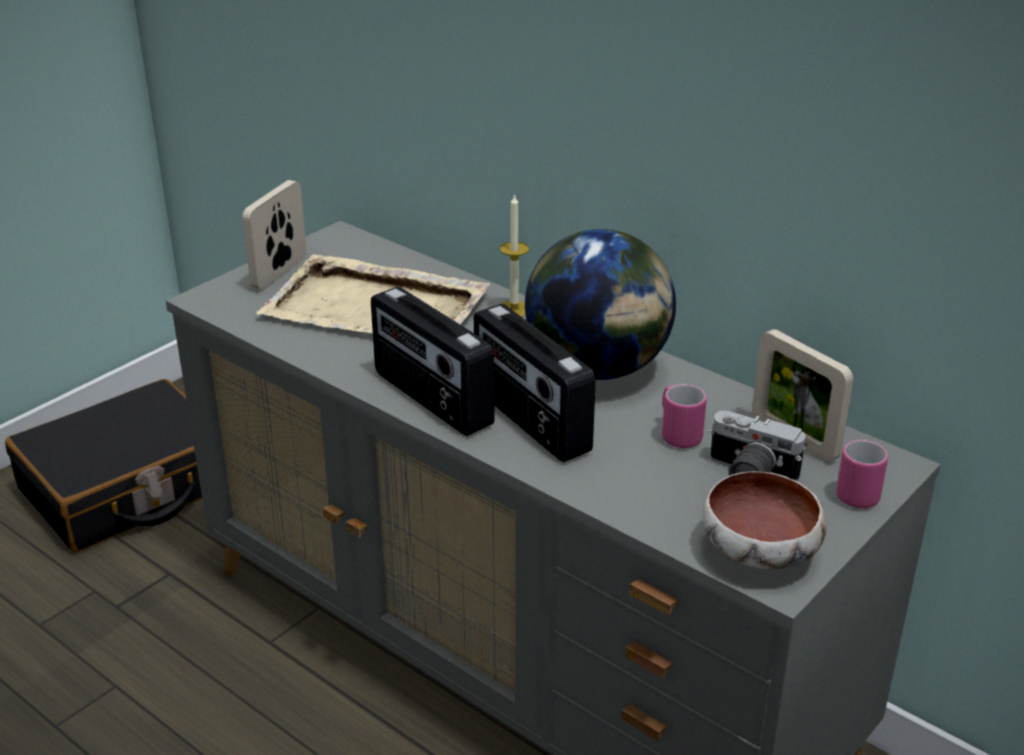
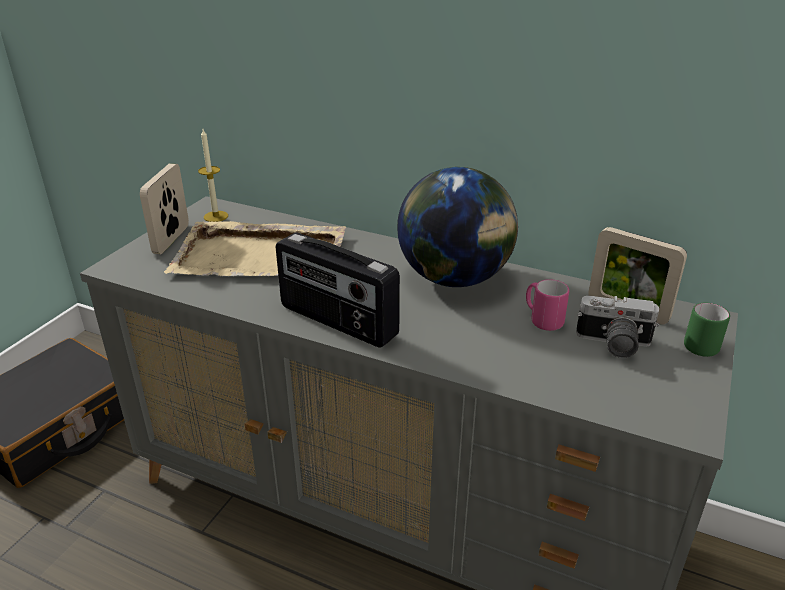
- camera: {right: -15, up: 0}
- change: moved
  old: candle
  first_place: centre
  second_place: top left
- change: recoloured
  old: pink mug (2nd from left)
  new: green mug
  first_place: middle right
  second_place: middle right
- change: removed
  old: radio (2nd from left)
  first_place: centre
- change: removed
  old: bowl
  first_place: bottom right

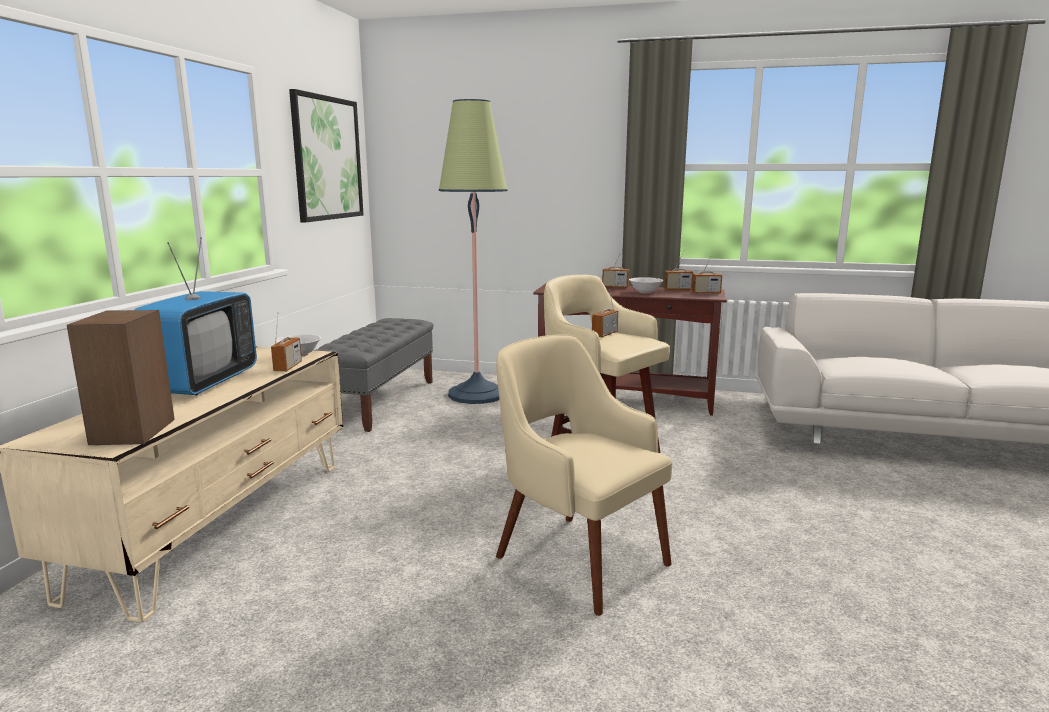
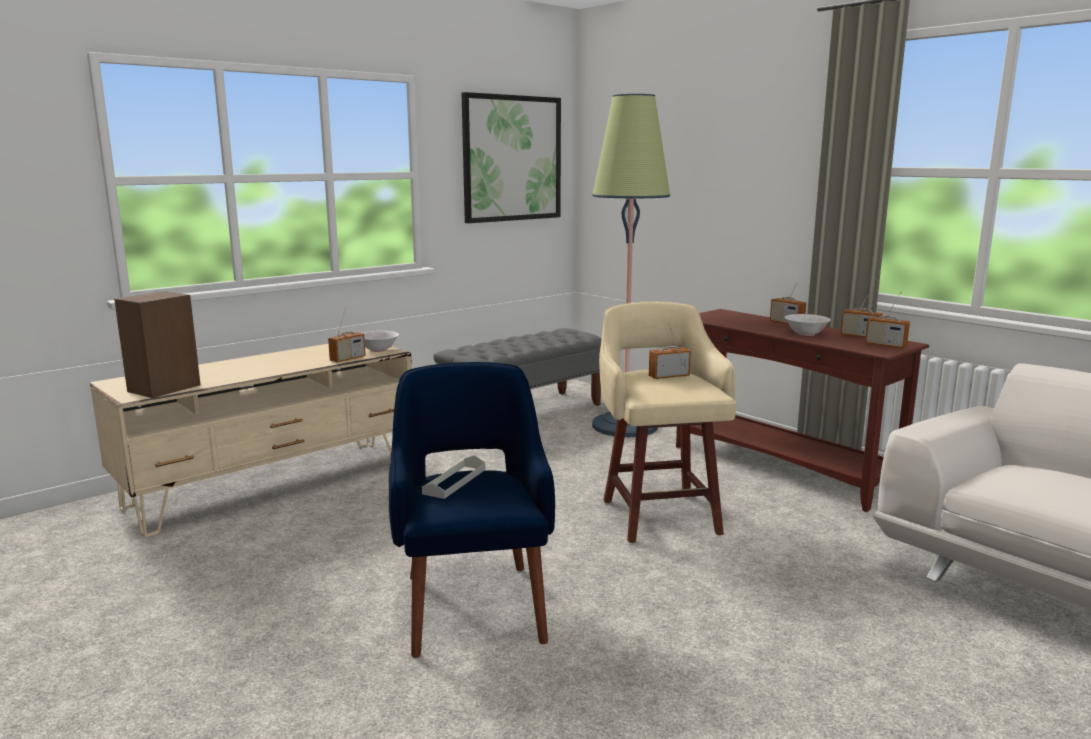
- camera: {right: 35, up: 0}
- change: recoloured
  old: beige armchair
  new: blue armchair
  first_place: bottom centre
  second_place: bottom centre
- change: added
  new: grey tray
  second_place: centre
- change: removed
  old: television
  first_place: middle left

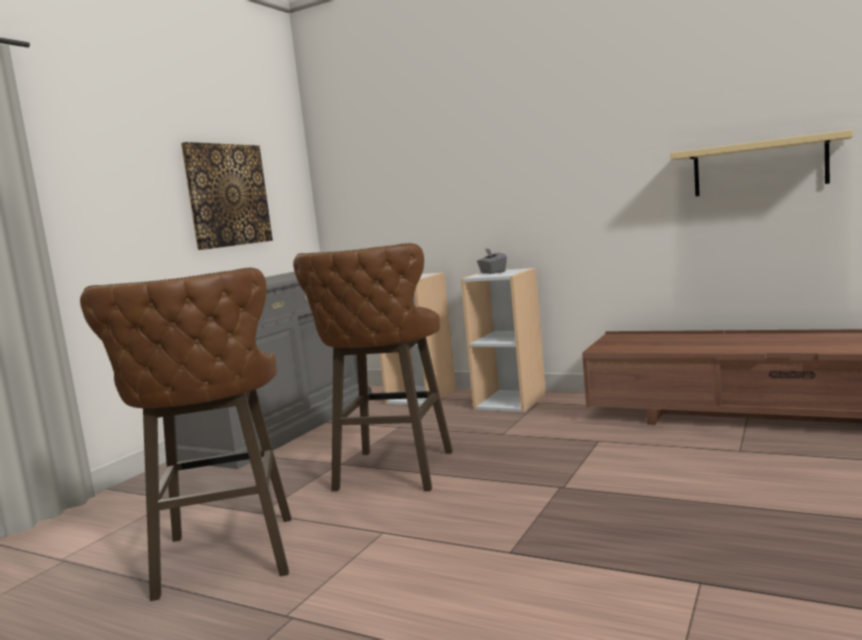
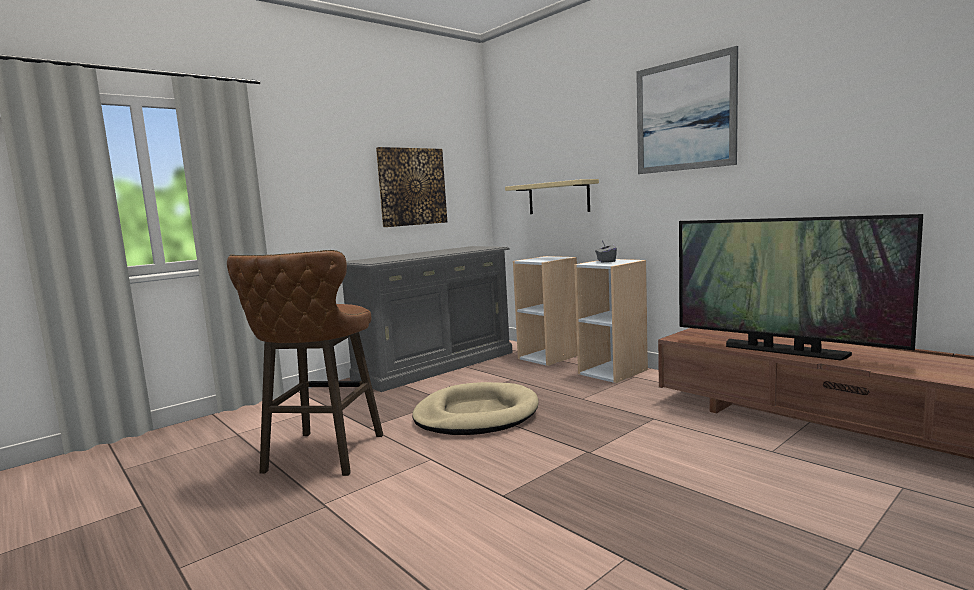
- camera: {right: 20, up: 0}
- change: replaced
  old: brown stool (2nd from left)
  new: beige dog bed
  first_place: centre
  second_place: bottom centre
- change: moved
  old: beige shelf
  first_place: top right
  second_place: top centre
- change: added
  new: picture (2nd from left)
  second_place: top right
- change: added
  new: television
  second_place: middle right

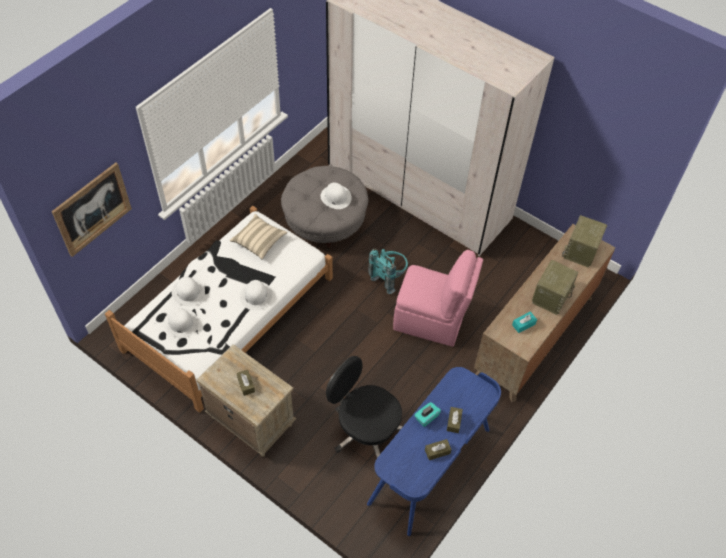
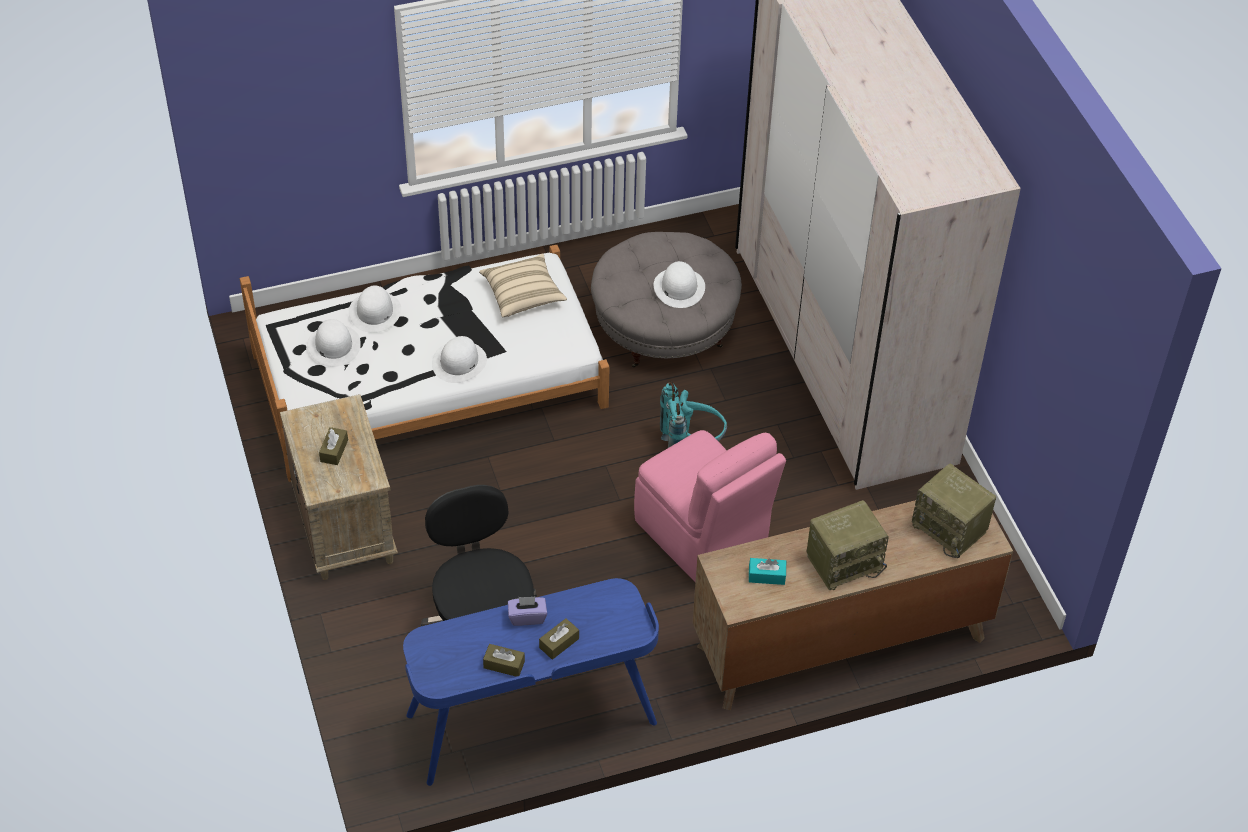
- camera: {right: 35, up: -5}
- change: recoloured
  old: turquoise tissue box (1st from left)
  new: purple tissue box
  first_place: bottom centre
  second_place: bottom centre
- change: turned
  old: radio (2nd from left)
  first_place: middle right
  second_place: middle right
  degrees: -105
- change: removed
  old: picture
  first_place: middle left

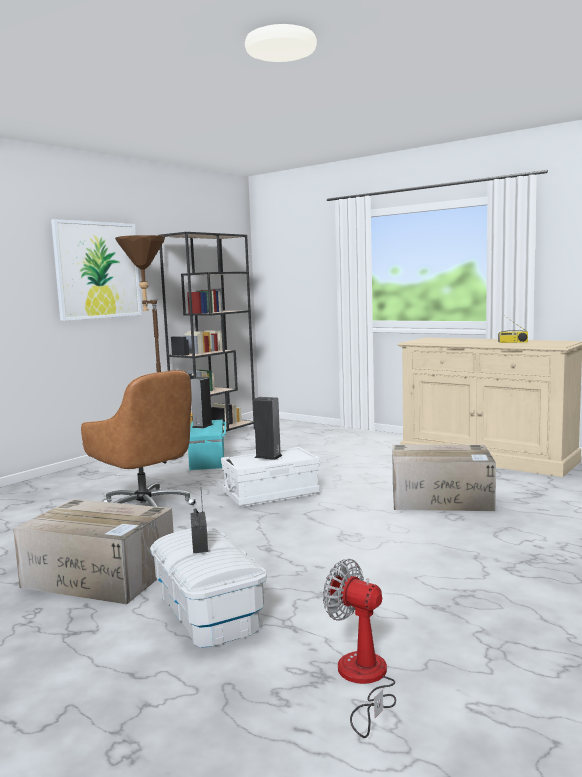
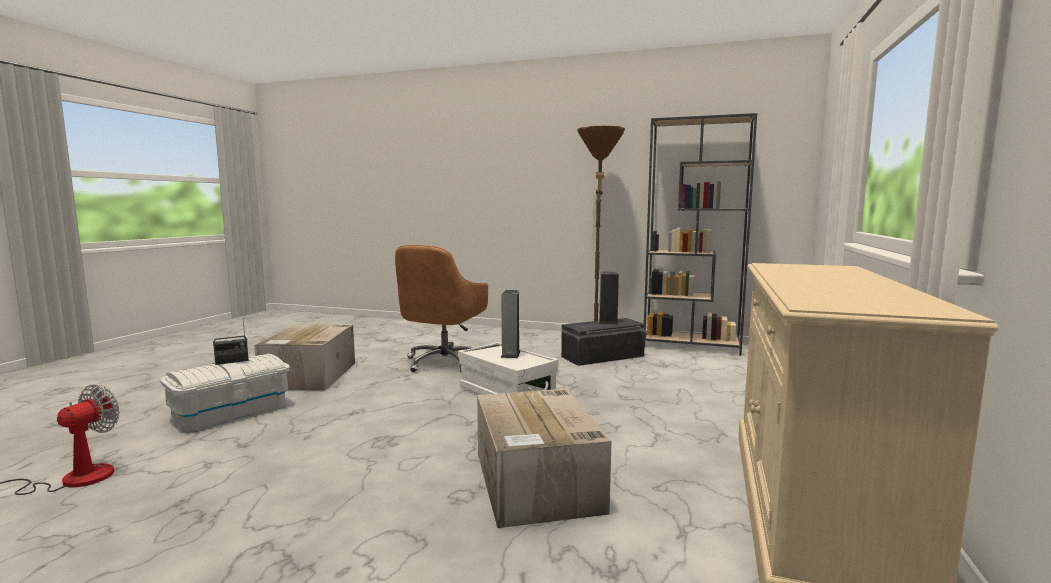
- camera: {right: 70, up: 0}
- change: recoloured
  old: turquoise storage box
  new: black storage box
  first_place: centre
  second_place: centre
- change: removed
  old: picture
  first_place: middle left
- change: removed
  old: radio (2nd from left)
  first_place: middle right

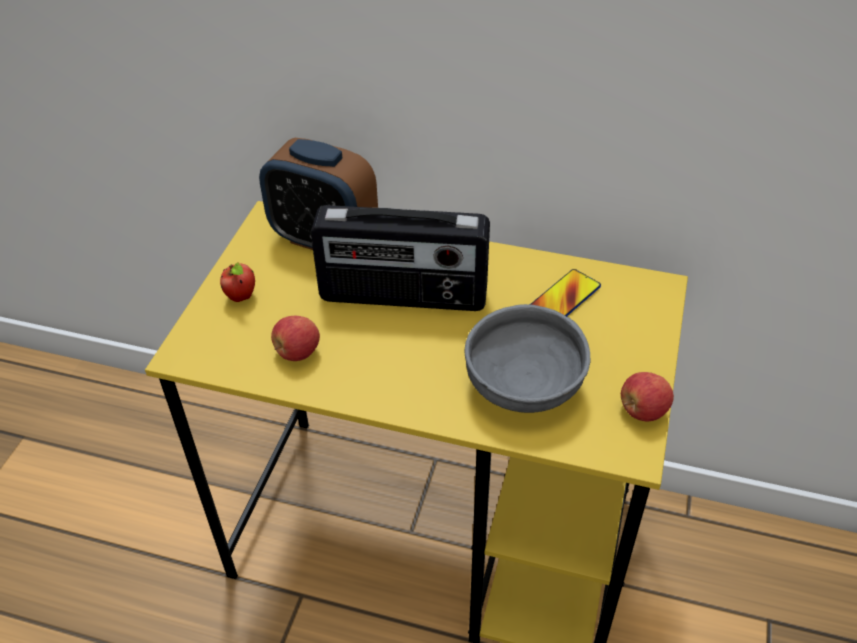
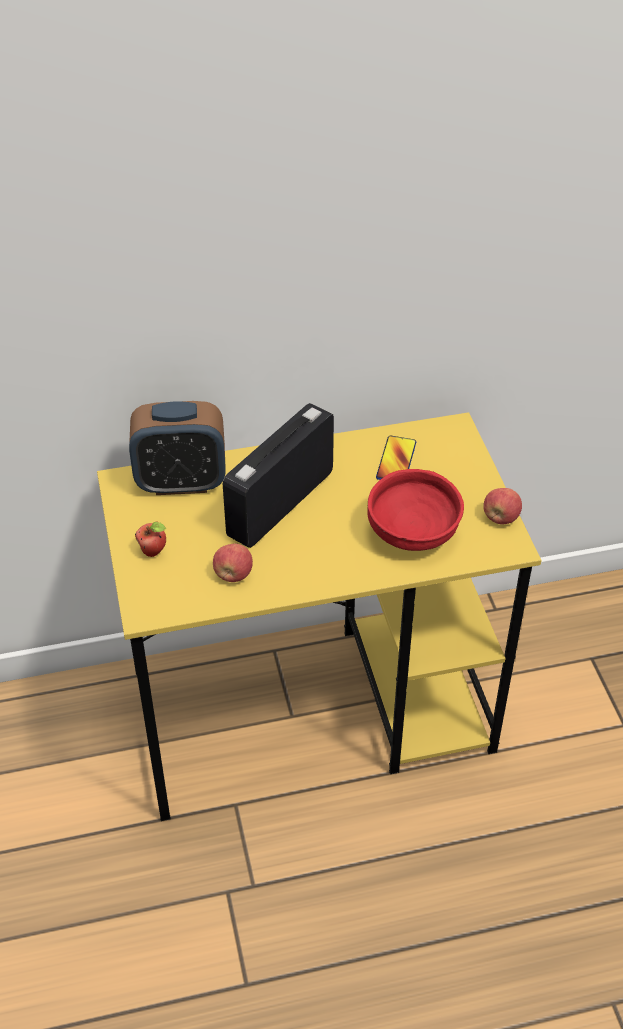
- camera: {right: -30, up: 0}
- change: turned
  old: radio
  first_place: centre
  second_place: centre
  degrees: 150
- change: recoloured
  old: grey bowl
  new: red bowl
  first_place: centre
  second_place: centre

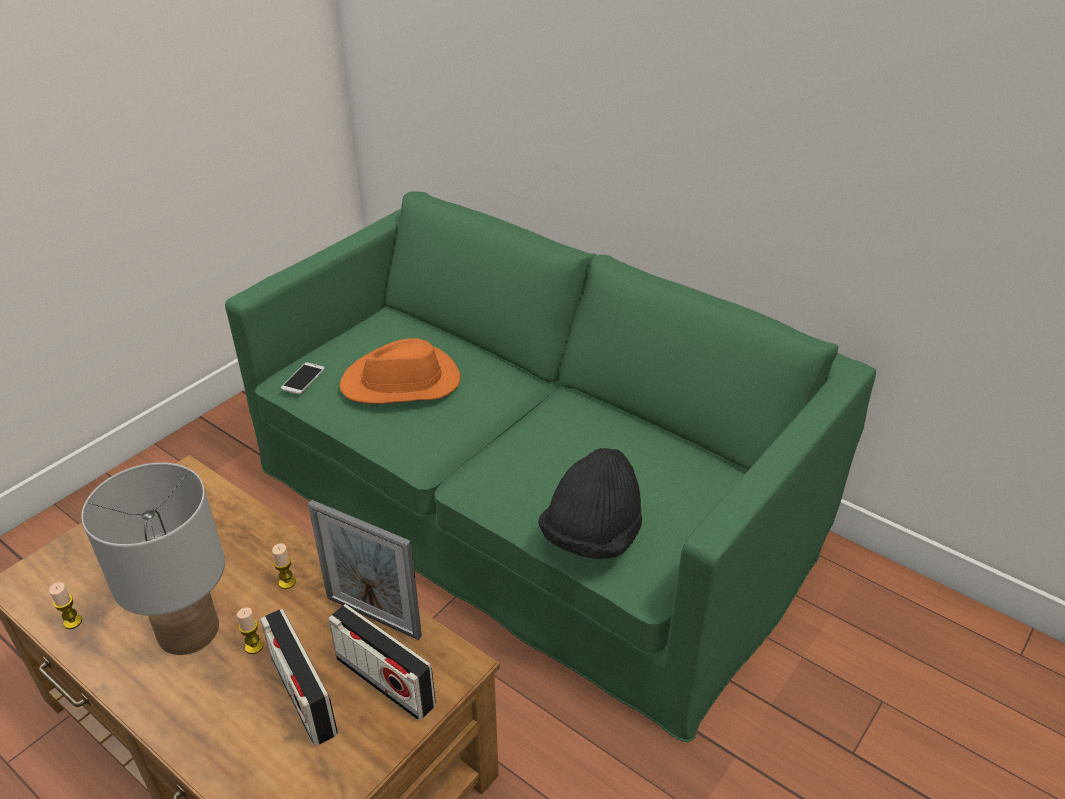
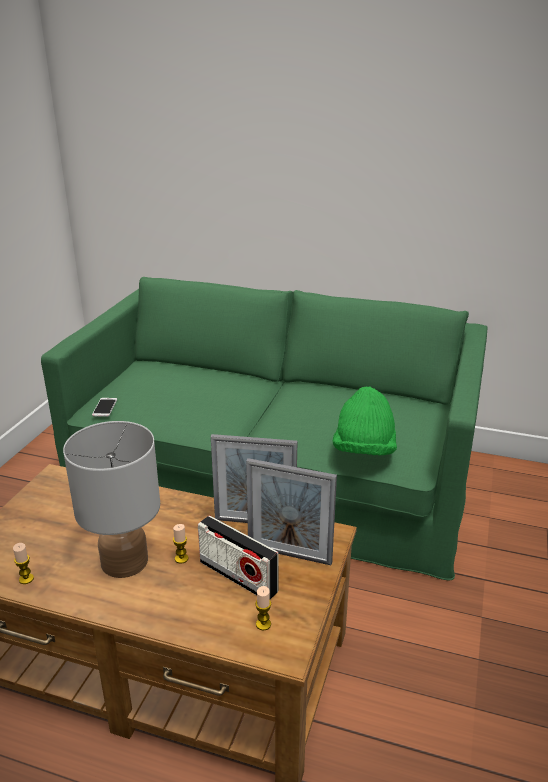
- camera: {right: -20, up: -10}
- change: replaced
  old: radio (2nd from left)
  new: picture frame (2nd from left)
  first_place: bottom centre
  second_place: centre
- change: moved
  old: candle (3rd from left)
  first_place: bottom left
  second_place: bottom centre
- change: recoloured
  old: black hat
  new: green hat
  first_place: centre
  second_place: centre
- change: removed
  old: orange hat
  first_place: centre

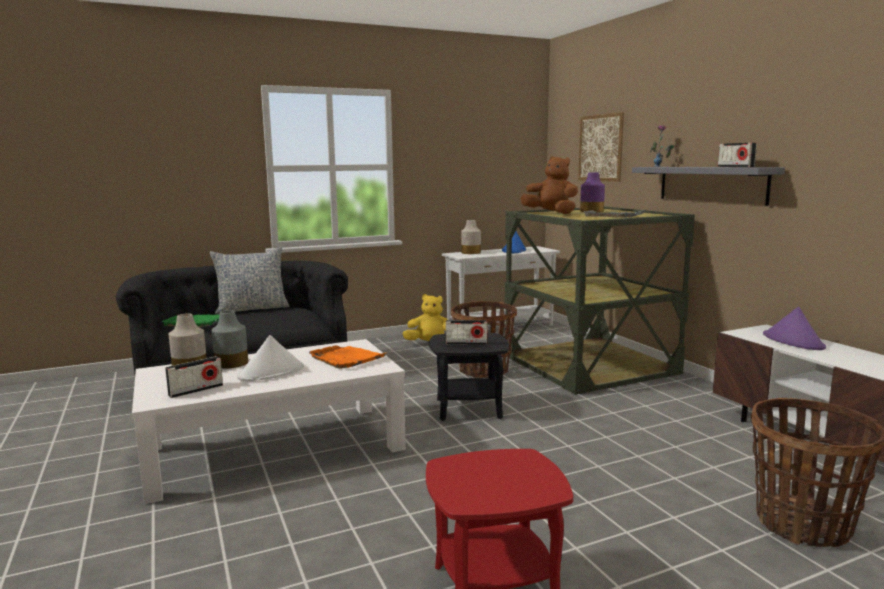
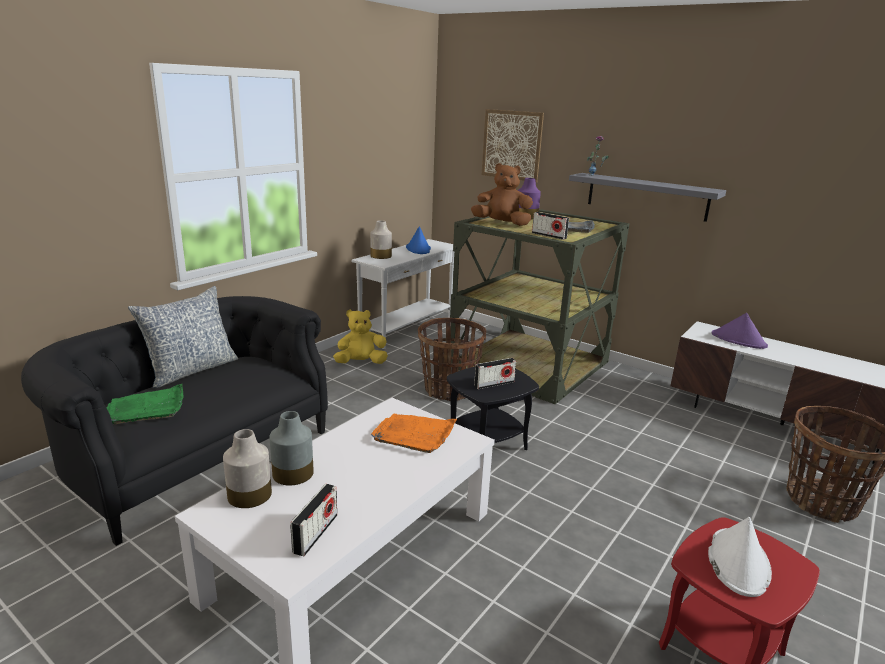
- camera: {right: -30, up: 10}
- change: moved
  old: radio (3rd from left)
  first_place: top right
  second_place: centre
- change: moved
  old: white hat
  first_place: middle left
  second_place: bottom right

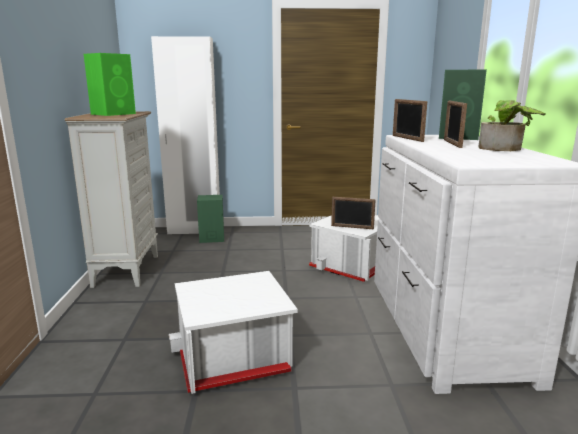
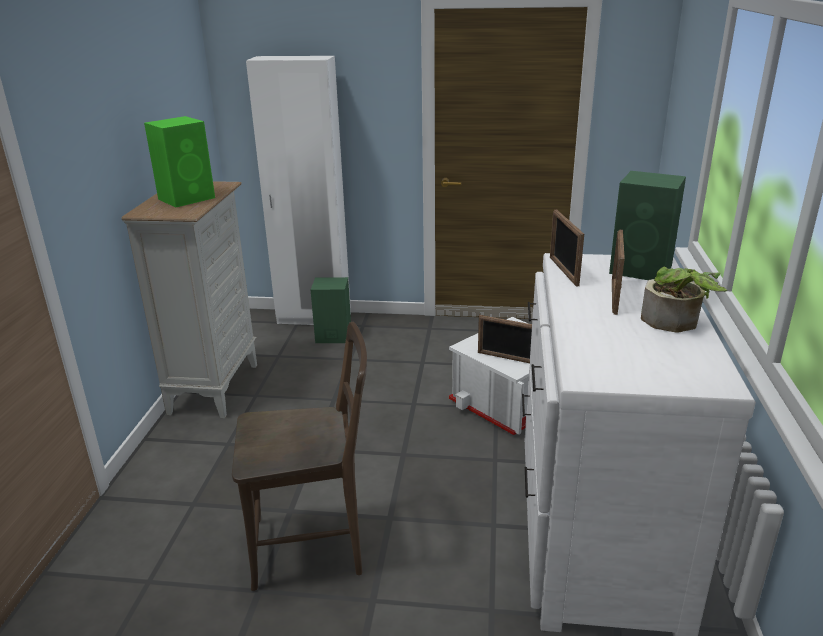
- camera: {right: 10, up: 10}
- change: replaced
  old: white storage box (1st from left)
  new: brown chair
  first_place: bottom centre
  second_place: bottom centre

